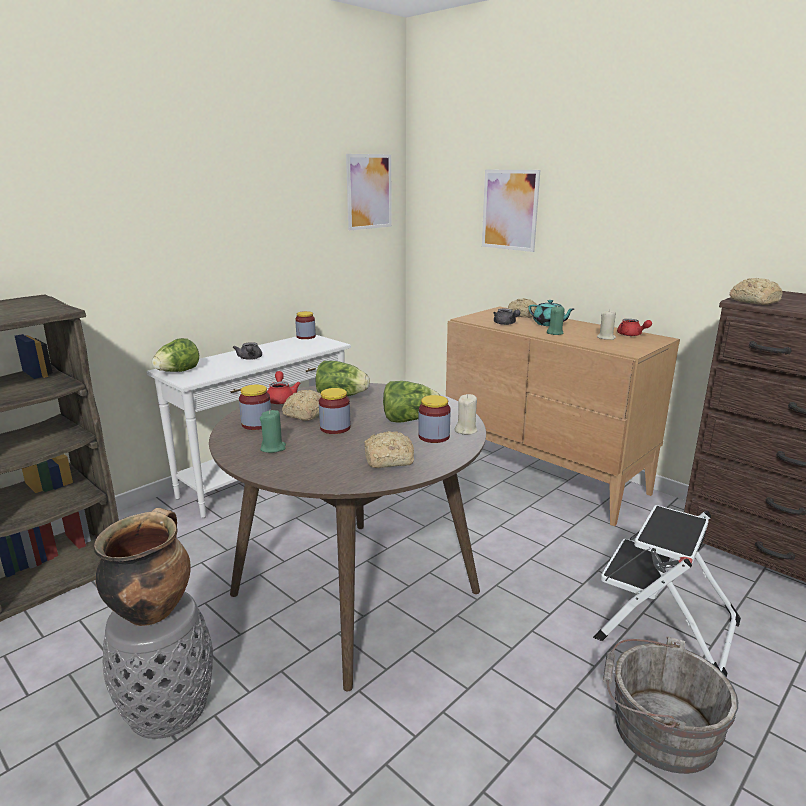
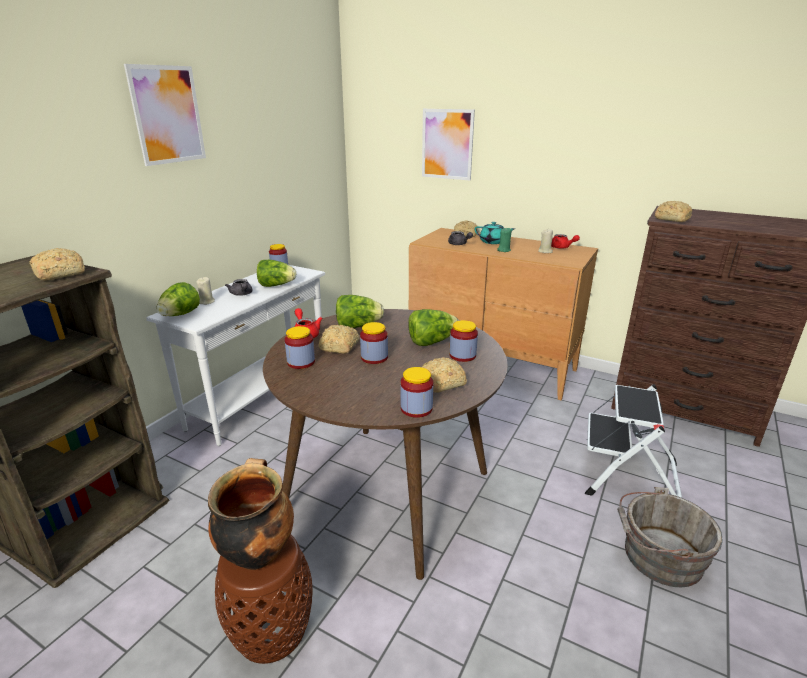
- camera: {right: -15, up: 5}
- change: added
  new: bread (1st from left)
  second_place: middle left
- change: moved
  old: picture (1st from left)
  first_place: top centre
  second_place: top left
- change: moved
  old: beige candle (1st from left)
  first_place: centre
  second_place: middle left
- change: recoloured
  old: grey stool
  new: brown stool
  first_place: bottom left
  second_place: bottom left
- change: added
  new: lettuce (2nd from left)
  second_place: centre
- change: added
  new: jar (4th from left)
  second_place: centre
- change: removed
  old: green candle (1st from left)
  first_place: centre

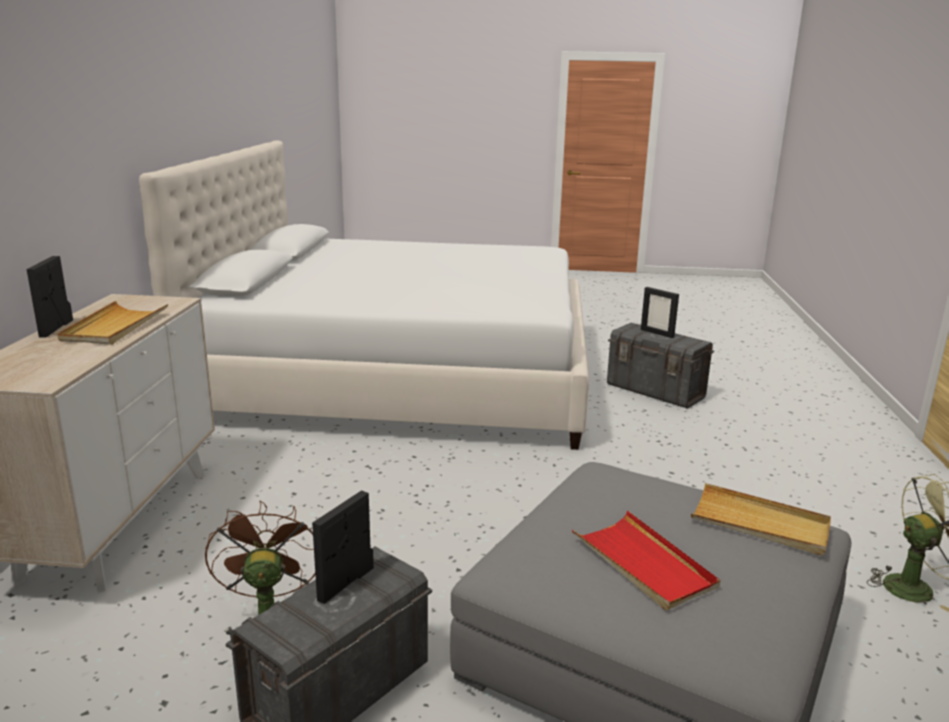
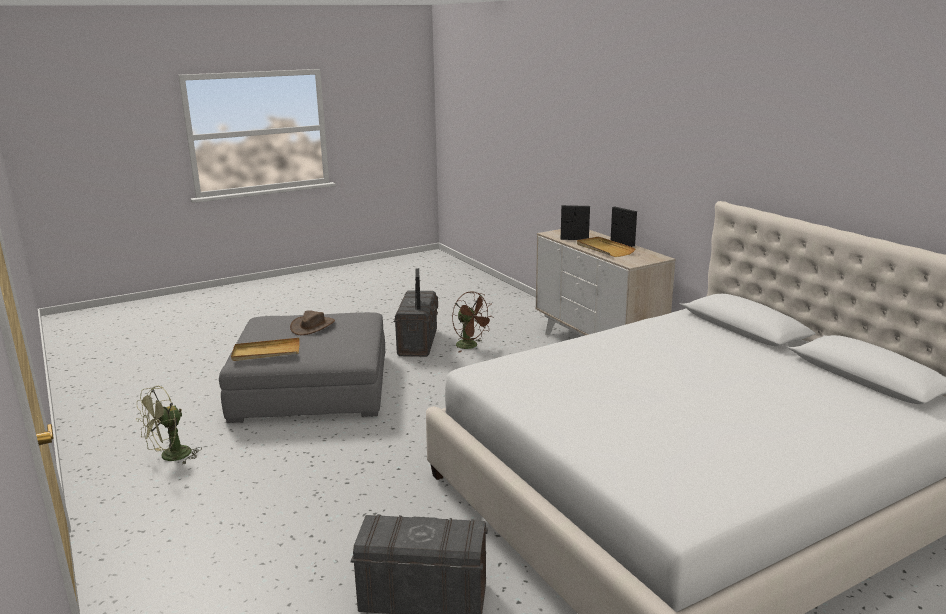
- camera: {right: 145, up: 0}
- change: replaced
  old: red tray
  new: brown hat
  first_place: bottom right
  second_place: middle left
- change: moved
  old: picture frame (3rd from left in the first image)
  new: picture frame (2nd from left)
  first_place: middle right
  second_place: centre

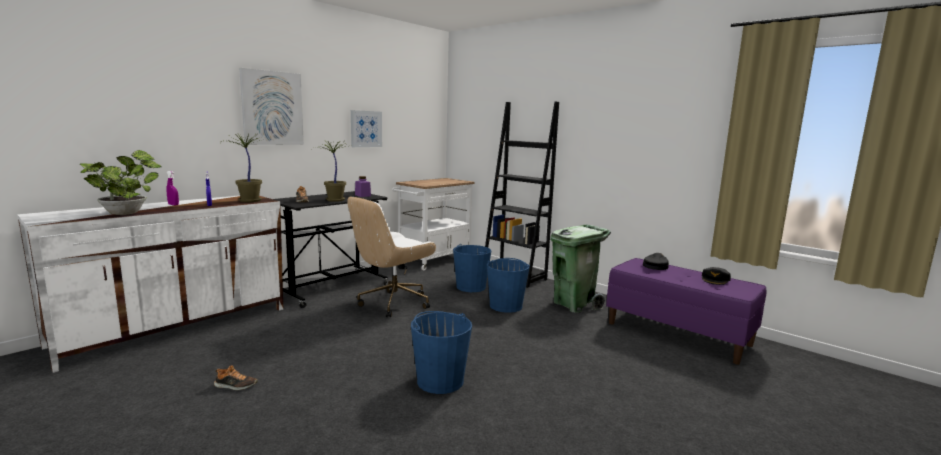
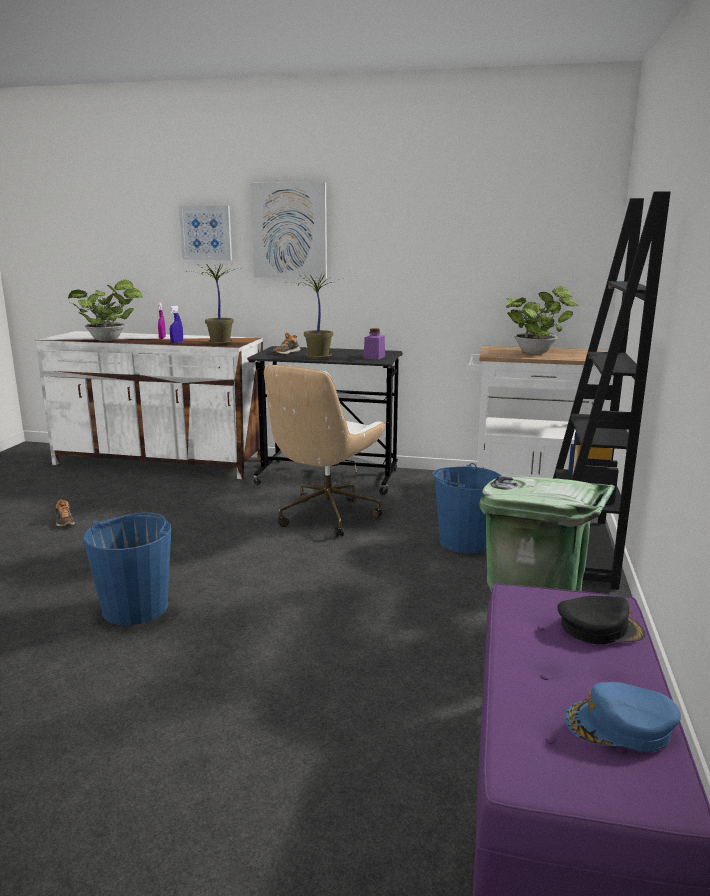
- camera: {right: 60, up: 5}
- change: moved
  old: picture (2nd from left in the first image)
  new: picture (1st from left)
  first_place: top centre
  second_place: top left
- change: turned
  old: white office chair
  first_place: centre
  second_place: centre
  degrees: -75
- change: added
  new: potted plant (4th from left)
  second_place: middle right
- change: recoloured
  old: black cap (2nd from left)
  new: blue cap
  first_place: middle right
  second_place: bottom right
- change: removed
  old: blue bucket (3rd from left)
  first_place: centre

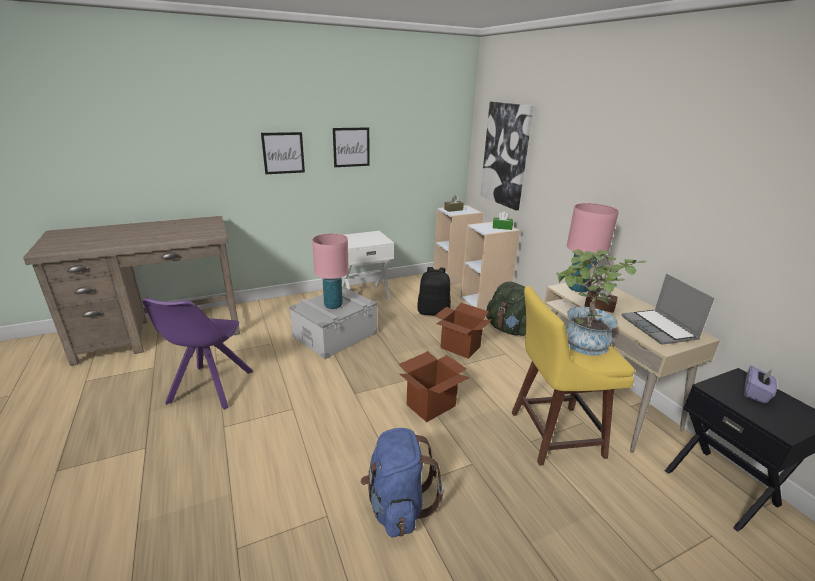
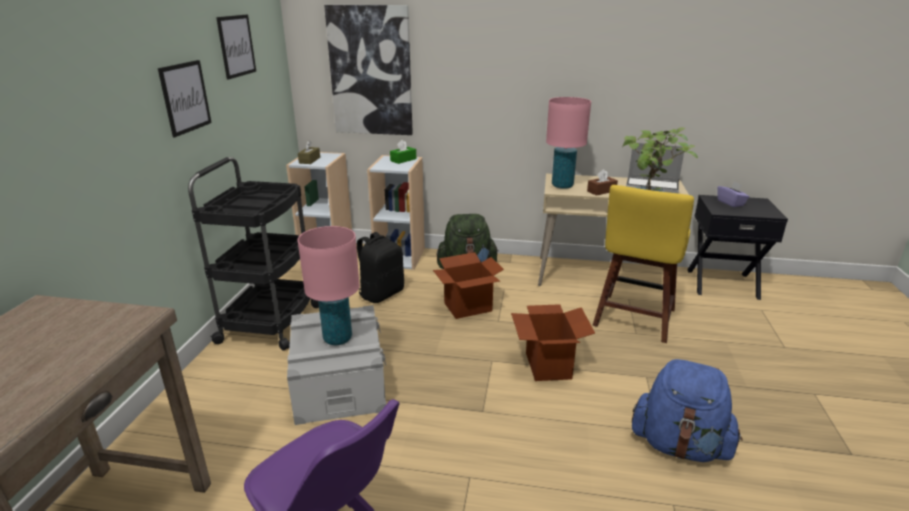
- camera: {right: -55, up: 0}
- change: replaced
  old: white nightstand
  new: black cart
  first_place: centre
  second_place: middle left
- change: moved
  old: picture (1st from left in the first image)
  new: picture (2nd from left)
  first_place: top centre
  second_place: top left

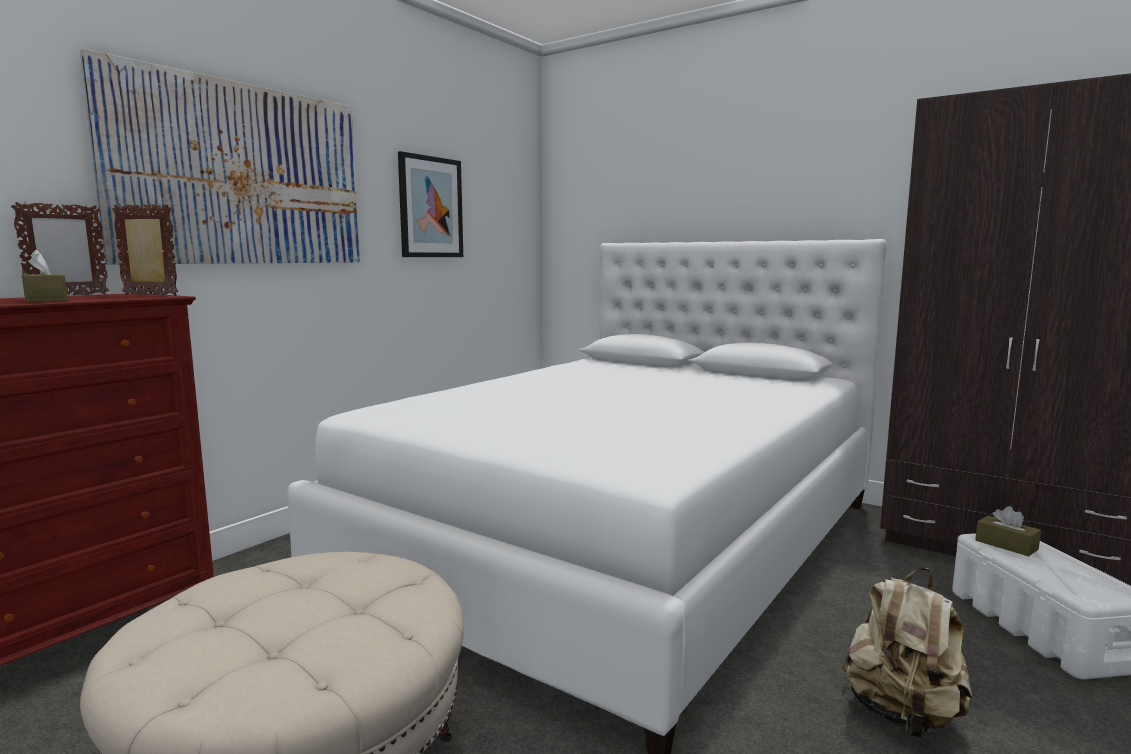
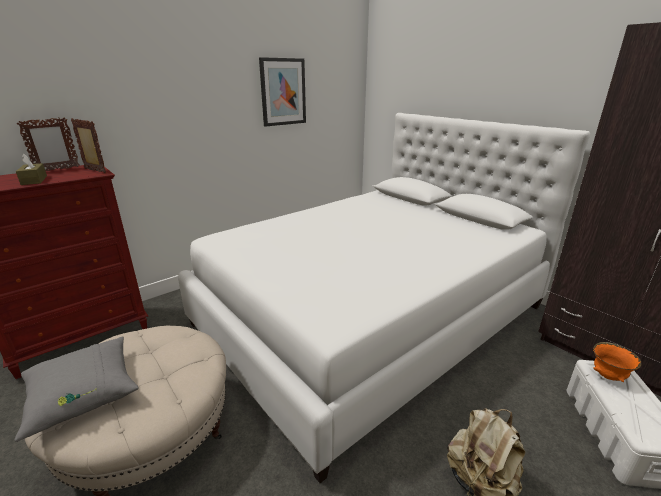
- camera: {right: 15, up: 15}
- change: added
  new: grey pillow
  second_place: bottom left
- change: replaced
  old: brown tissue box (2nd from left)
  new: orange bowl
  first_place: bottom right
  second_place: bottom right
- change: removed
  old: picture (1st from left)
  first_place: top left

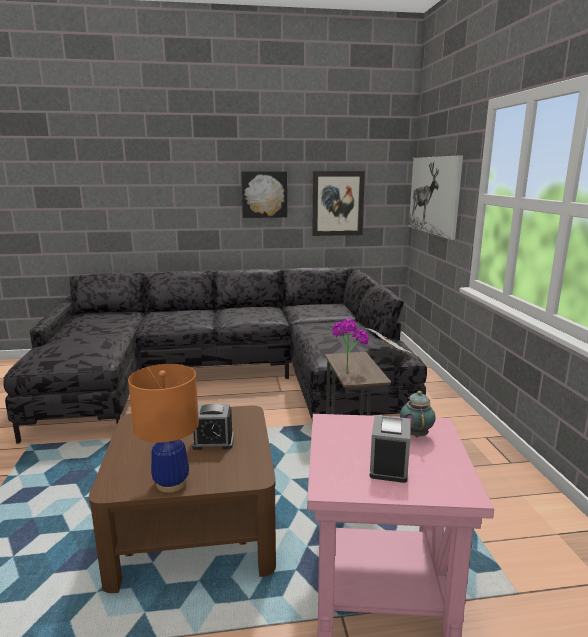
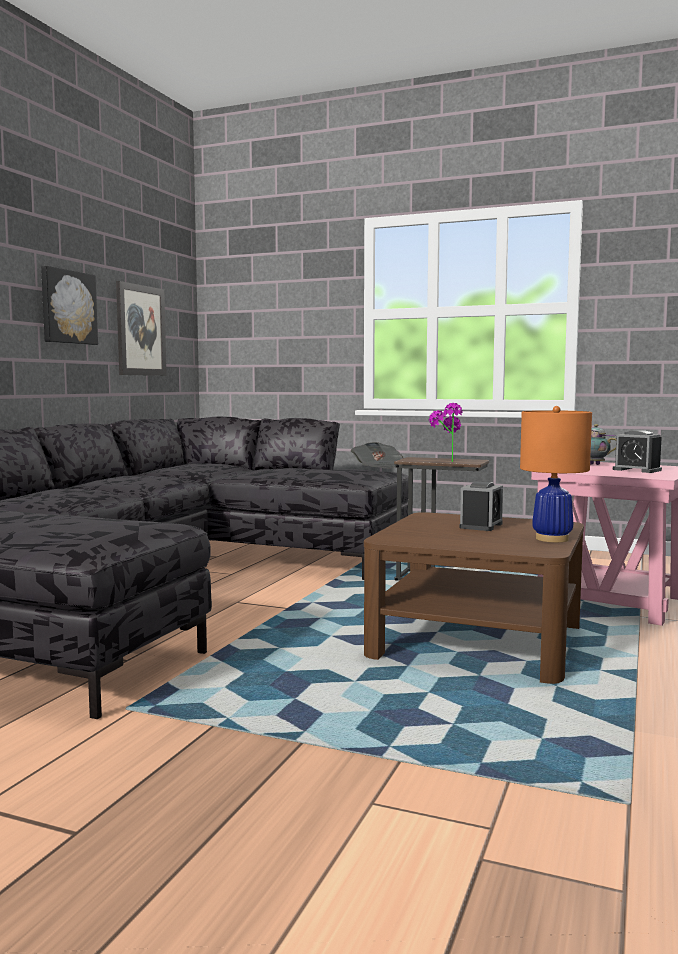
- camera: {right: -60, up: -10}
- change: removed
  old: picture (3rd from left)
  first_place: top right

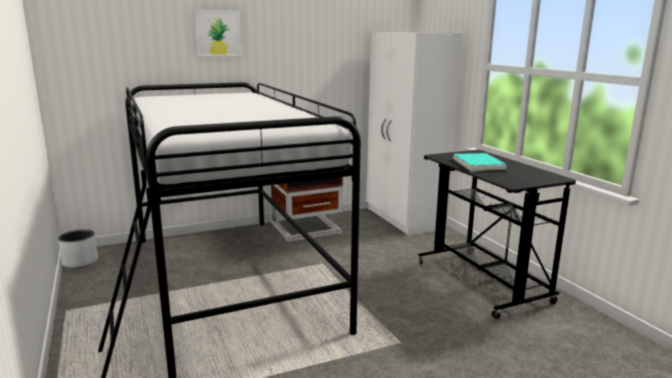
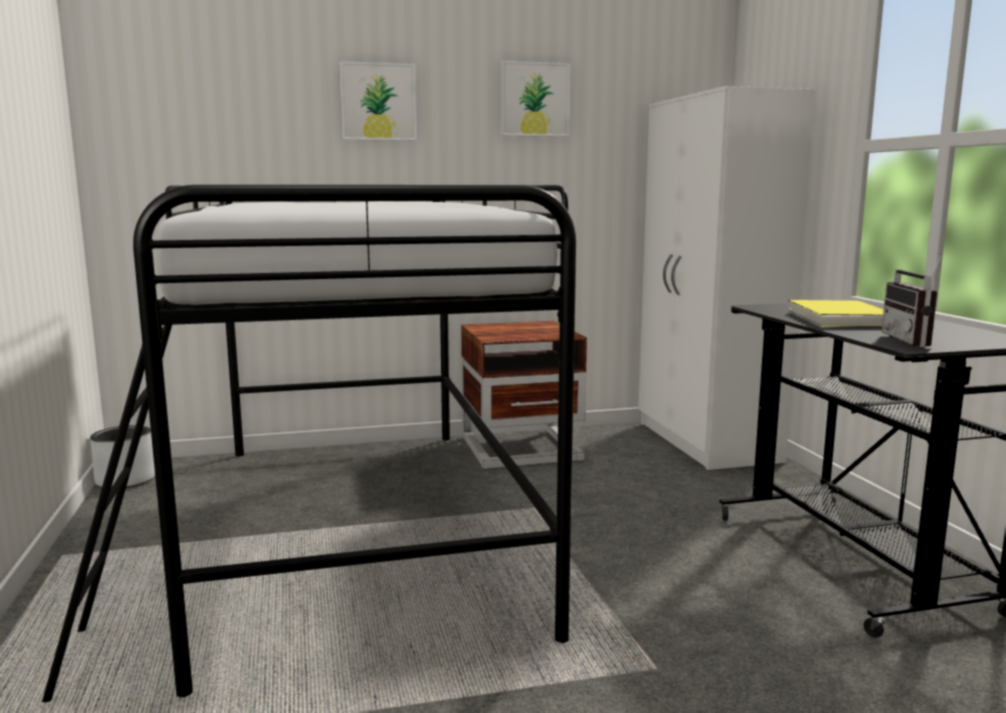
- camera: {right: 10, up: -5}
- change: added
  new: picture (2nd from left)
  second_place: top centre
- change: recoloured
  old: turquoise book
  new: yellow book
  first_place: middle right
  second_place: middle right
- change: added
  new: radio
  second_place: middle right

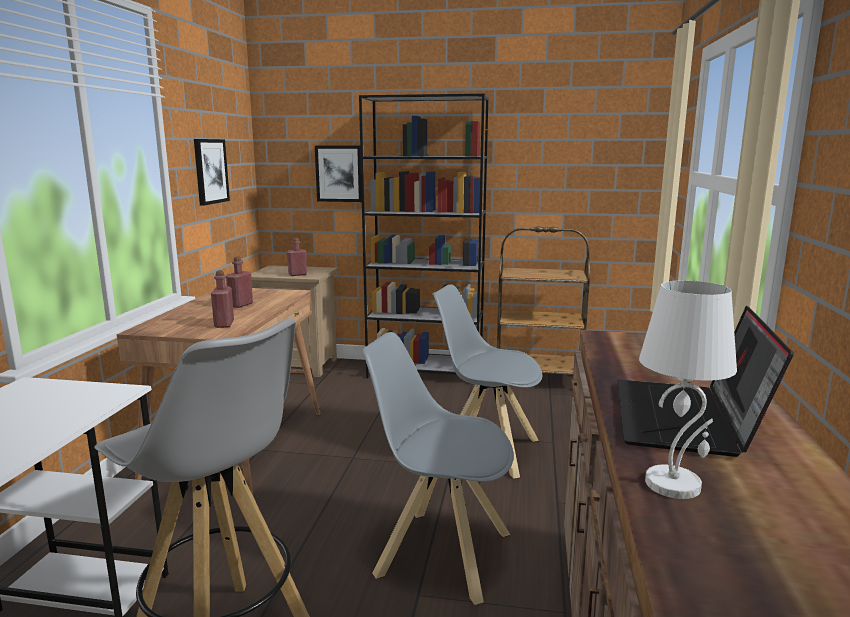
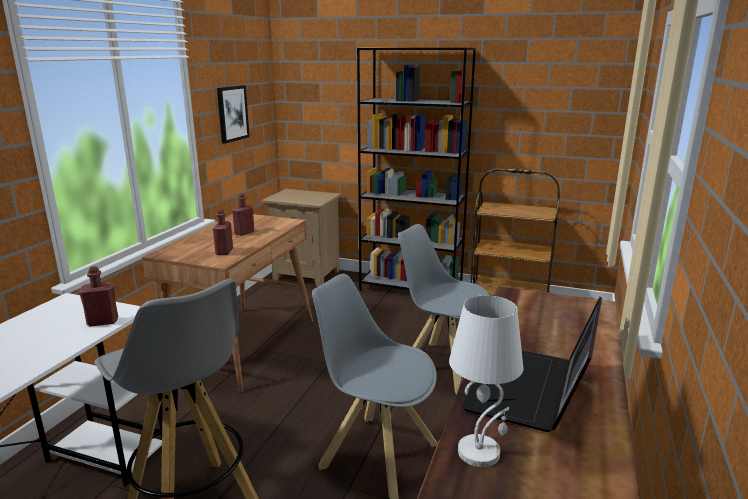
- camera: {right: 10, up: 5}
- change: moved
  old: red bottle (3rd from left in the first image)
  new: red bottle (1st from left)
  first_place: centre
  second_place: middle left
- change: removed
  old: picture (2nd from left)
  first_place: top centre

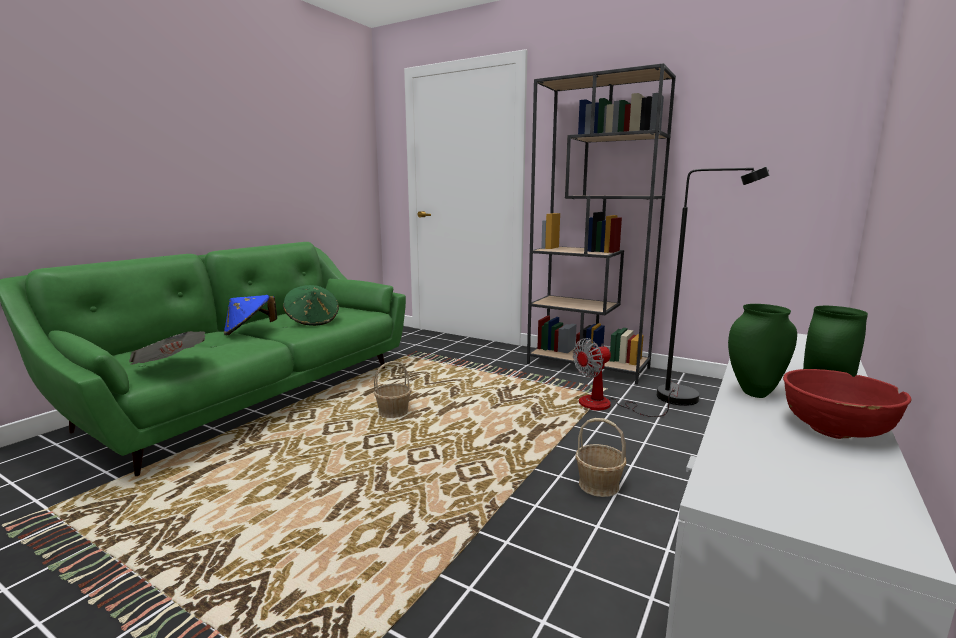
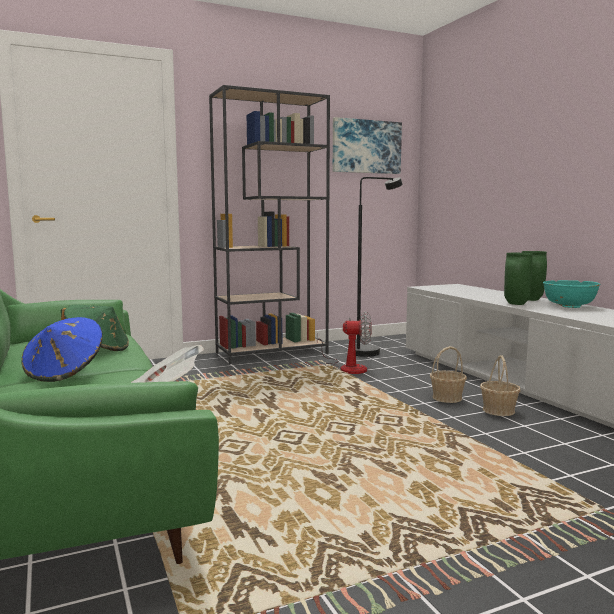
- camera: {right: -55, up: -5}
- change: turned
  old: fan
  first_place: centre
  second_place: centre
  degrees: -90
- change: added
  new: picture
  second_place: top centre
- change: moved
  old: basket (1st from left in the first image)
  new: basket (2nd from left)
  first_place: centre
  second_place: middle right
- change: recoloured
  old: red bowl
  new: turquoise bowl
  first_place: middle right
  second_place: middle right

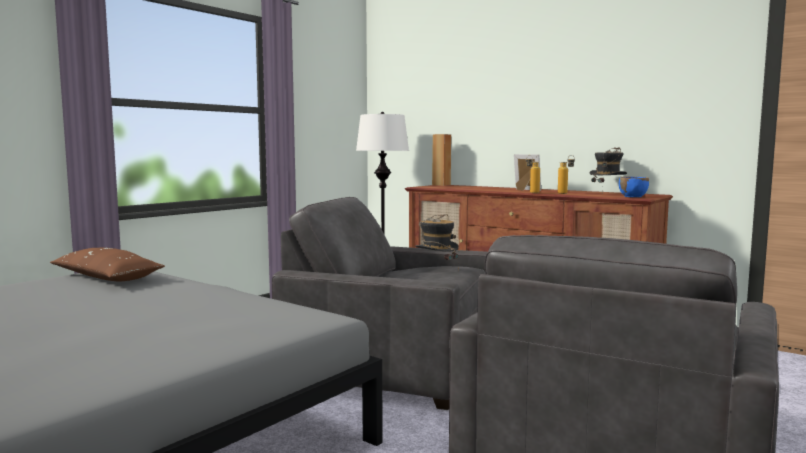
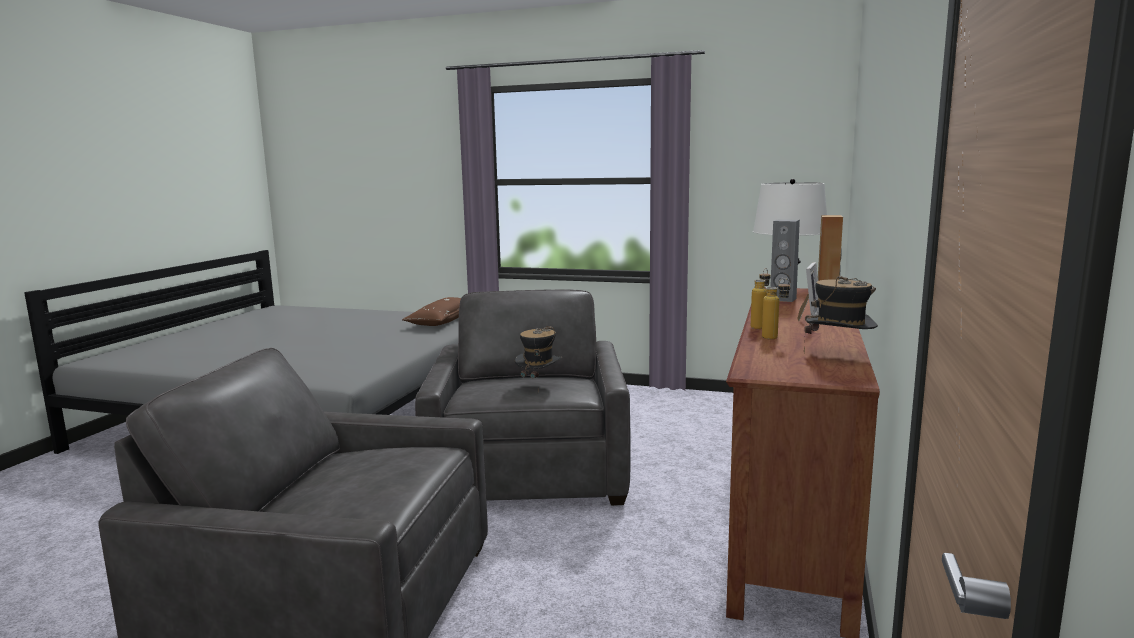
- camera: {right: 70, up: 5}
- change: added
  new: grey speaker
  second_place: middle right
- change: removed
  old: blue bowl
  first_place: middle right

